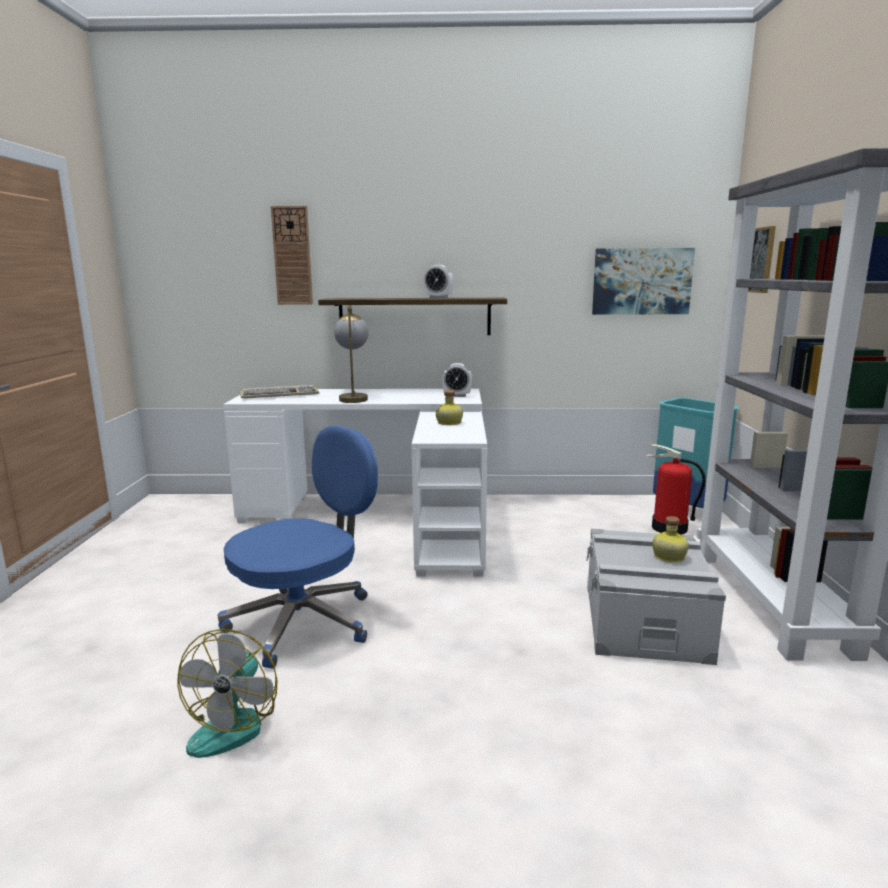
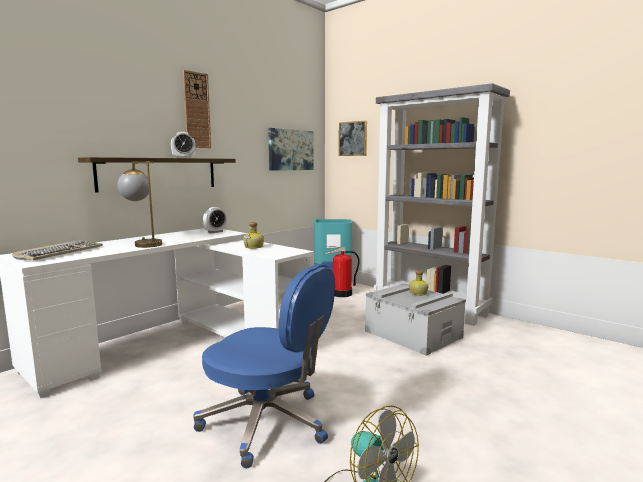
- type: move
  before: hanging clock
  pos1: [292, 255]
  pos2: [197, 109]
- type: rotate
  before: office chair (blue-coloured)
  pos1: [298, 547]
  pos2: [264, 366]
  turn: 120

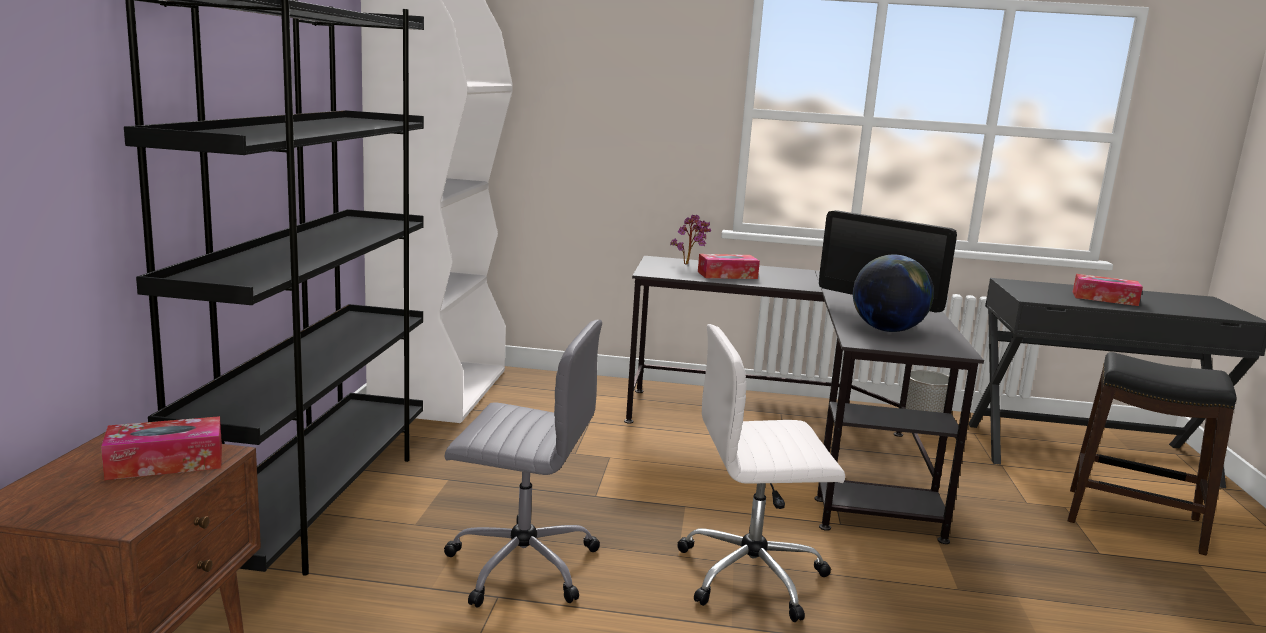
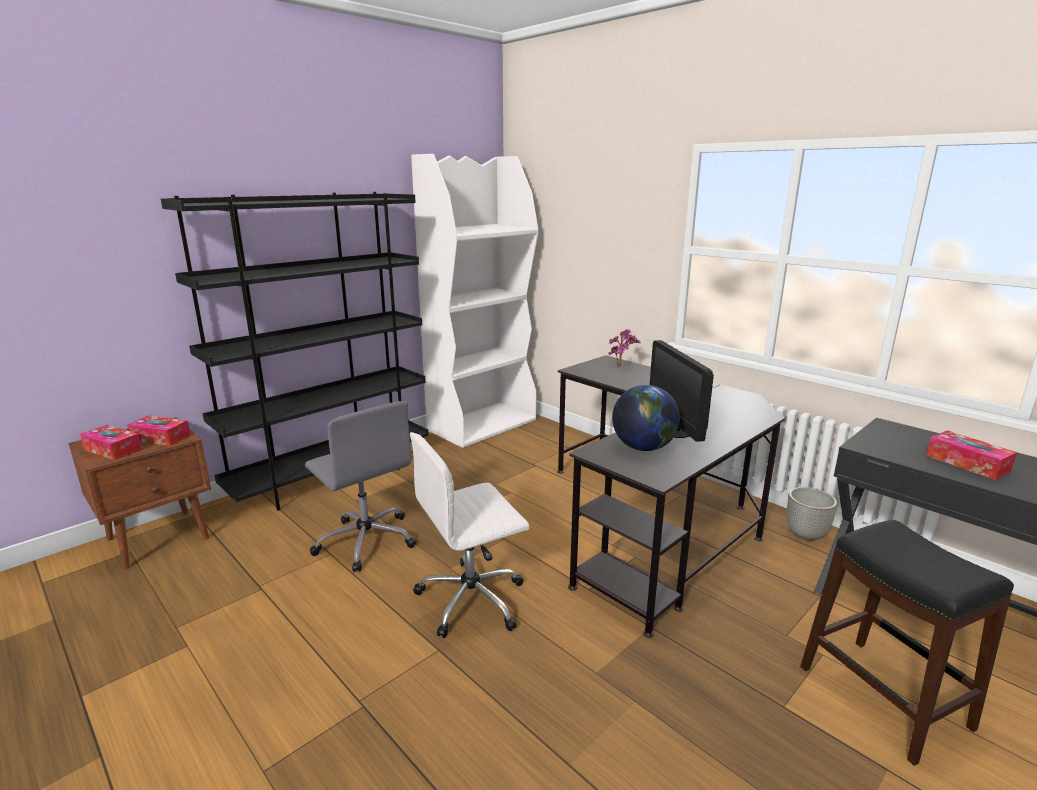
- type: move
  before: tissue box
  pos1: [729, 266]
  pos2: [111, 442]
- type: rotate
  before: office chair (white)
  pos1: [761, 473]
  pos2: [469, 535]
  turn: -60

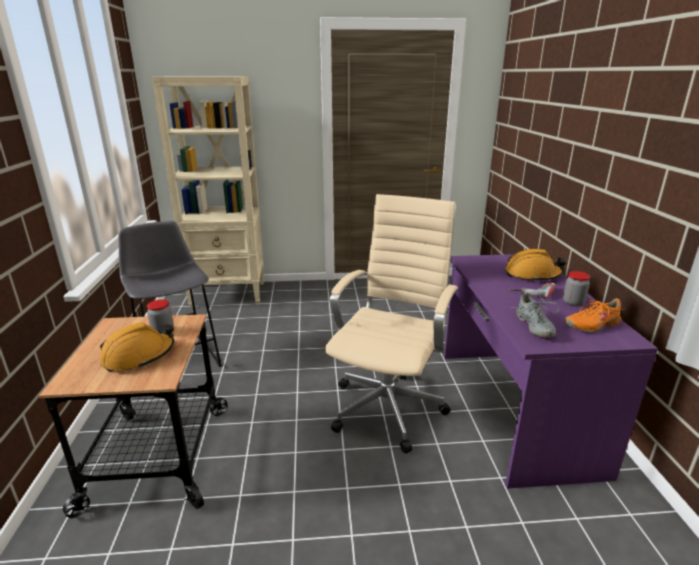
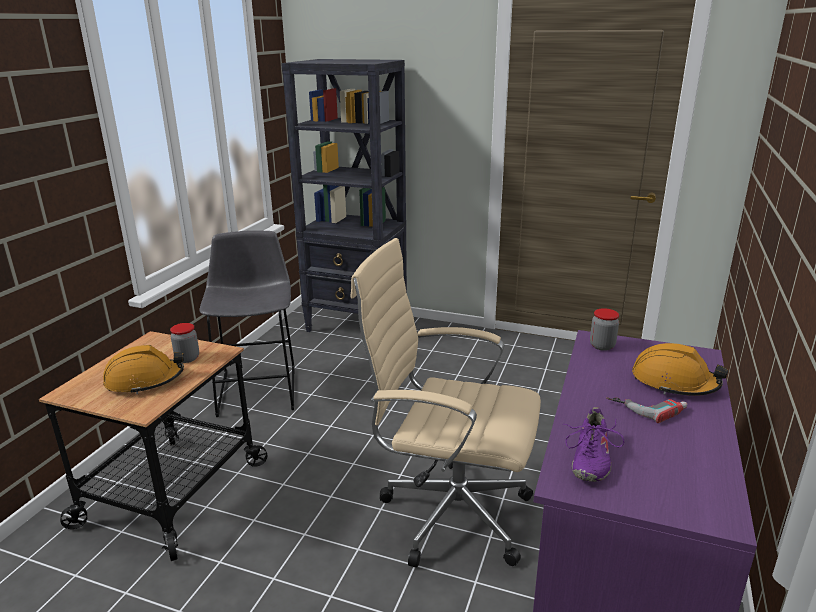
- type: delete
  before: item of footwear (orange-coloured)
  pos1: [596, 315]
- type: move
  before: preserve jar
  pos1: [576, 288]
  pos2: [604, 329]
- type: recolor
  before: shelving unit (sand-coloured)
  after: shelving unit (black)
  pos1: [207, 191]
  pos2: [344, 195]
- type: recolor
  before: item of footwear (greyish)
  after: item of footwear (purple-coloured)
  pos1: [535, 315]
  pos2: [594, 444]
- type: rotate
  before: office chair (sand-coloured)
  pos1: [391, 324]
  pos2: [445, 402]
  turn: -120

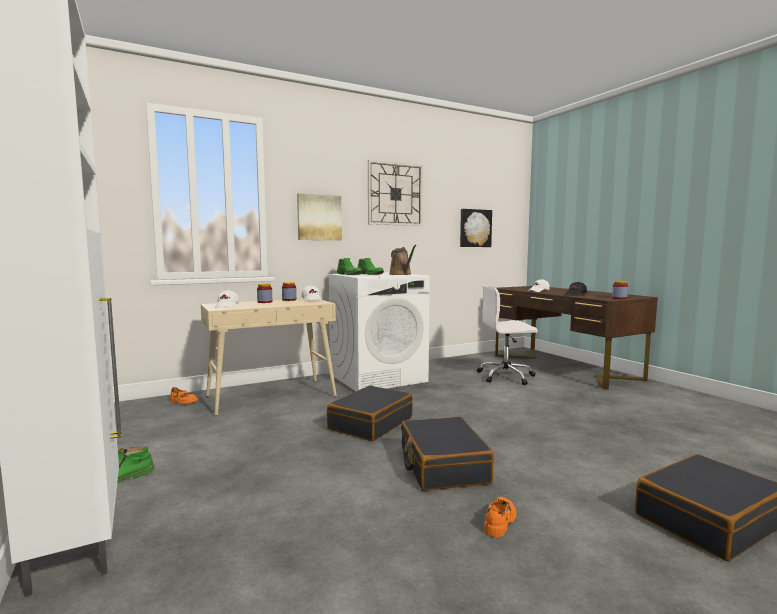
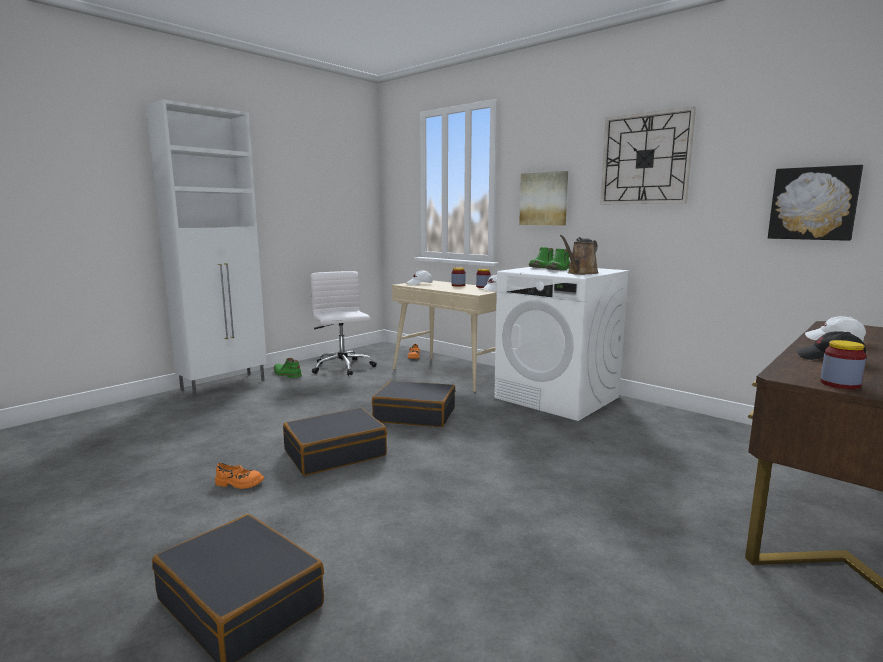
- type: move
  before: office chair (white)
  pos1: [507, 335]
  pos2: [343, 323]

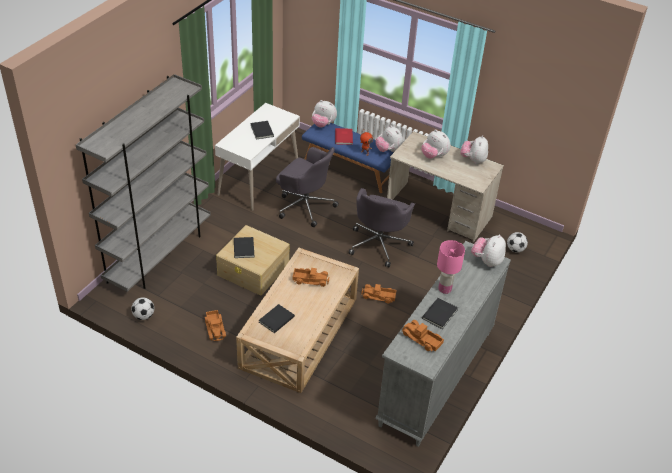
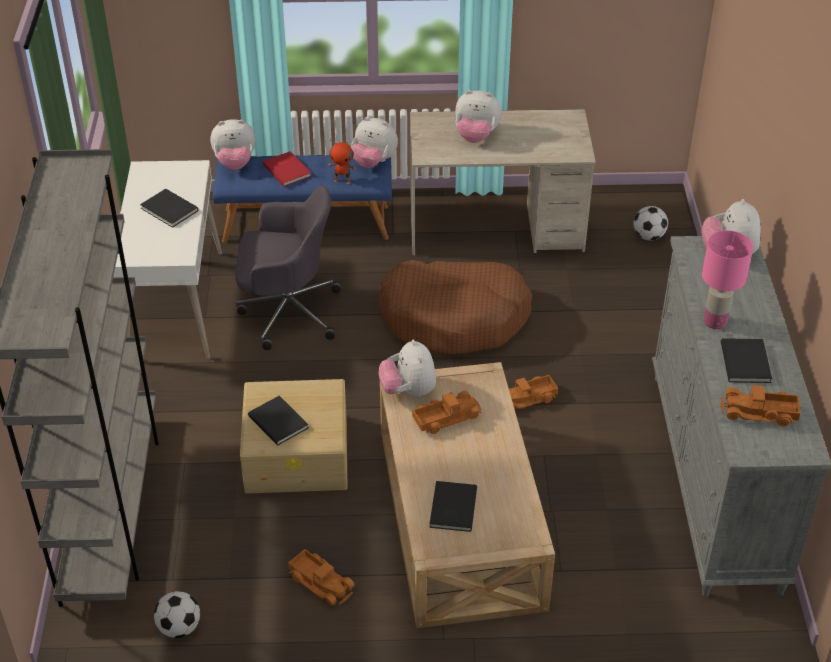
- type: move
  before: plush toy
  pos1: [474, 149]
  pos2: [407, 368]
- type: replace
  before: office chair (greyish)
  after: pet bed (brown)
  pos1: [382, 227]
  pos2: [455, 307]

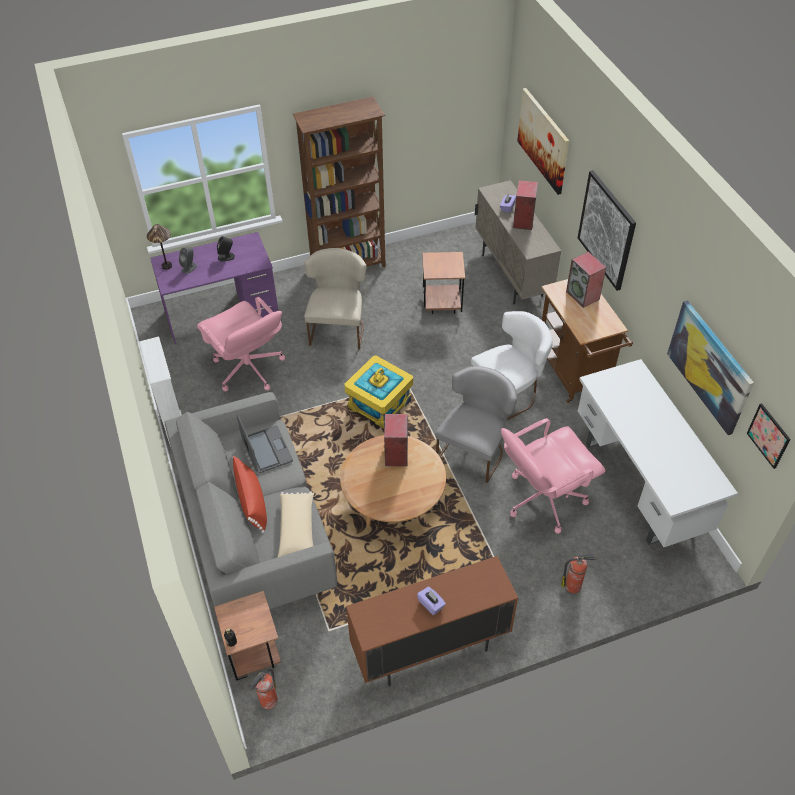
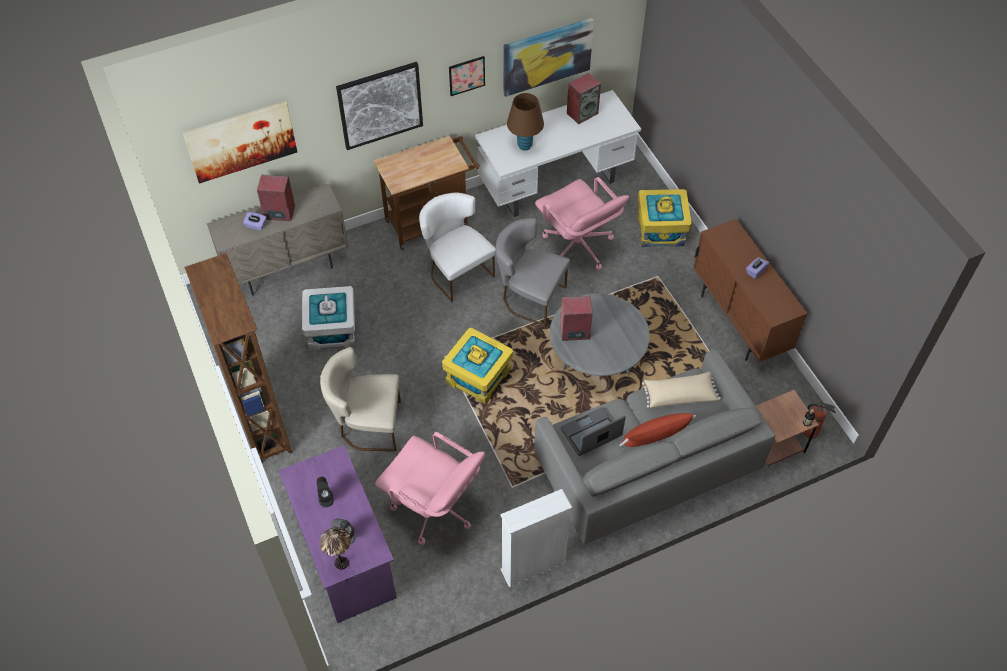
- type: insert
  after: lamp for a table (brown)
  pos2: [525, 122]
- type: move
  before: audio speaker
  pos1: [586, 280]
  pos2: [584, 98]
- type: move
  before: wall picture
  pos1: [768, 436]
  pos2: [467, 76]
- type: replace
  before: accent table (brown)
  after: storage box (white)
  pos1: [443, 283]
  pos2: [329, 318]
- type: replace
  before: fire extinguisher
  after: storage box (yellow)
  pos1: [578, 573]
  pos2: [665, 218]
- type: recolor
  before: lounge table (brown)
  after: lounge table (greyish)
  pos1: [393, 481]
  pos2: [600, 334]
- type: rotate
  before: office chair (pink-coloured)
  pos1: [241, 344]
  pos2: [430, 488]
  turn: 75

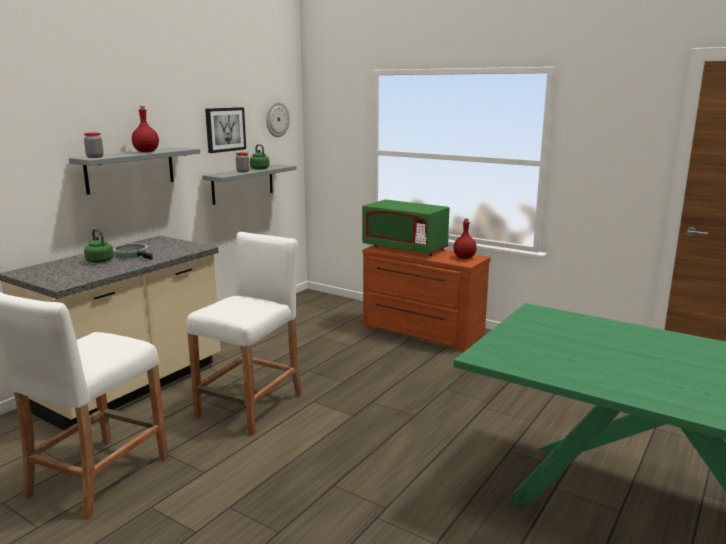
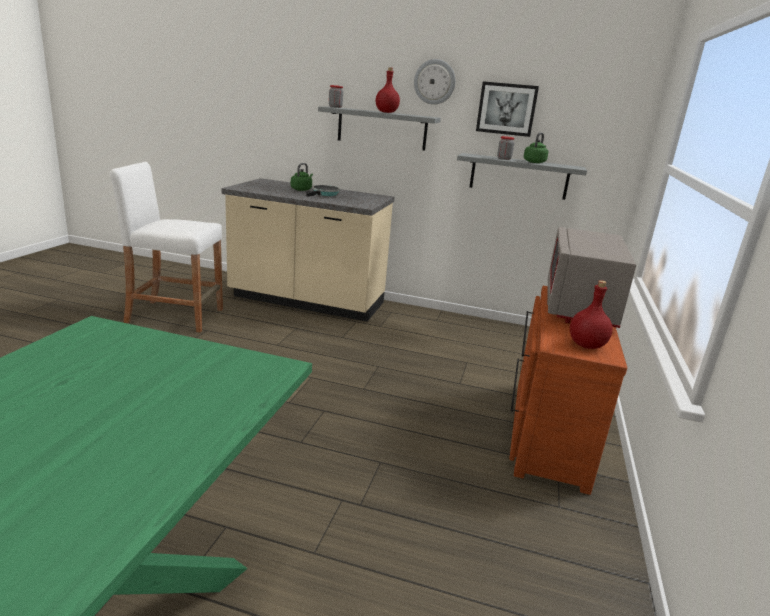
- type: delete
  before: stool (white)
  pos1: [244, 333]
- type: move
  before: hanging clock
  pos1: [278, 119]
  pos2: [434, 82]
- type: recolor
  before: kitchen microwave (green-coloured)
  after: kitchen microwave (greyish)
  pos1: [405, 228]
  pos2: [591, 277]

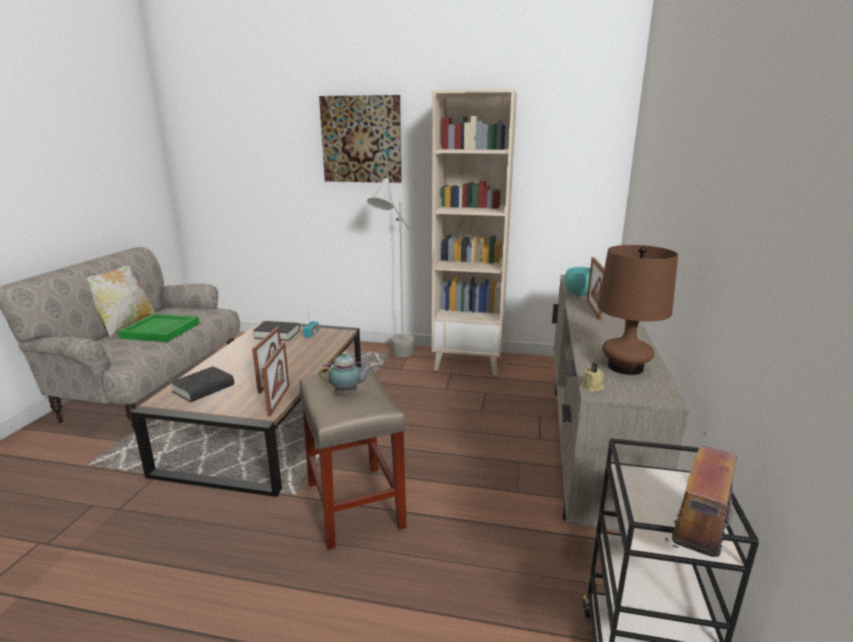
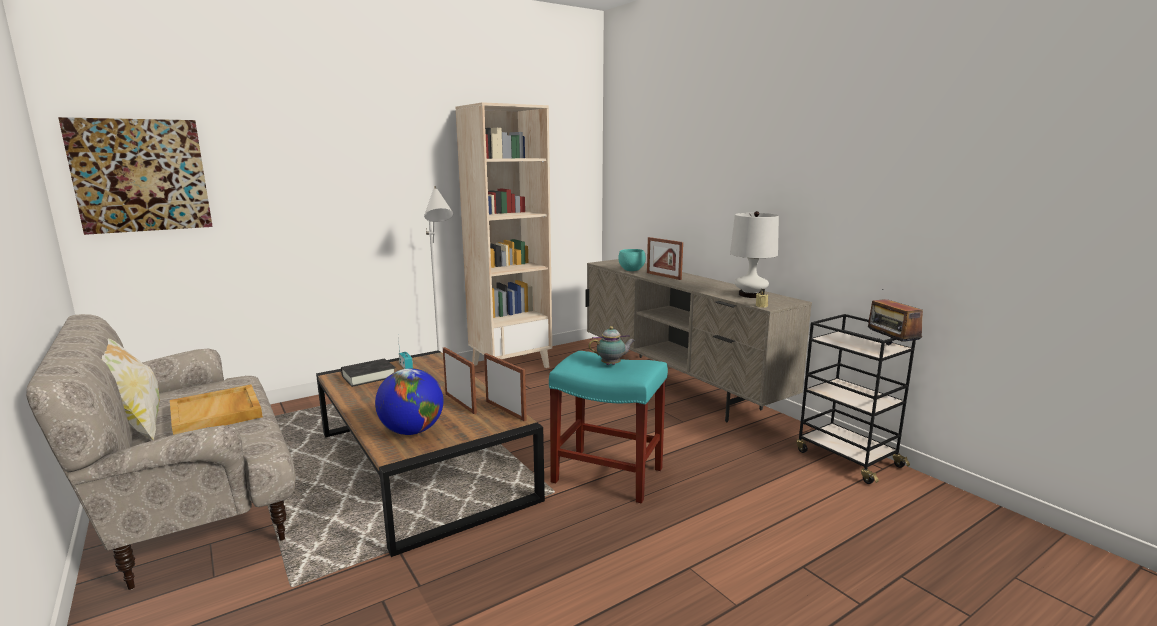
- type: move
  before: wall picture
  pos1: [360, 139]
  pos2: [135, 176]
- type: replace
  before: book (black)
  after: desk globe
  pos1: [202, 384]
  pos2: [409, 401]
- type: recolor
  before: serving tray (green-coloured)
  after: serving tray (sand-coloured)
  pos1: [159, 328]
  pos2: [216, 410]
- type: recolor
  before: stool (sand-coloured)
  after: stool (turquoise-coloured)
  pos1: [353, 458]
  pos2: [608, 427]
- type: recolor
  before: lamp for a table (brown)
  after: lamp for a table (white)
  pos1: [637, 310]
  pos2: [754, 254]
- type: rotate
  before: tea pot
  pos1: [346, 373]
  pos2: [612, 345]
  turn: 45

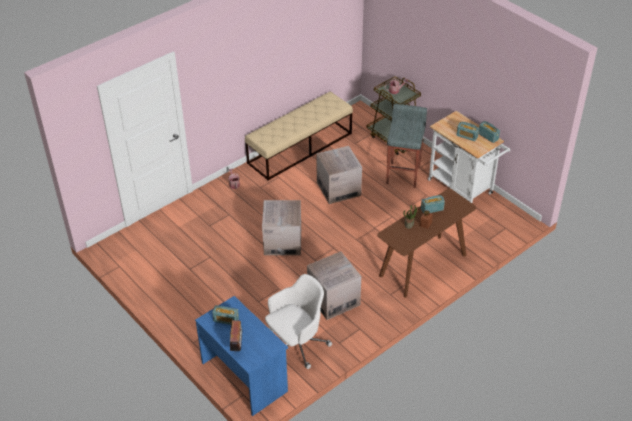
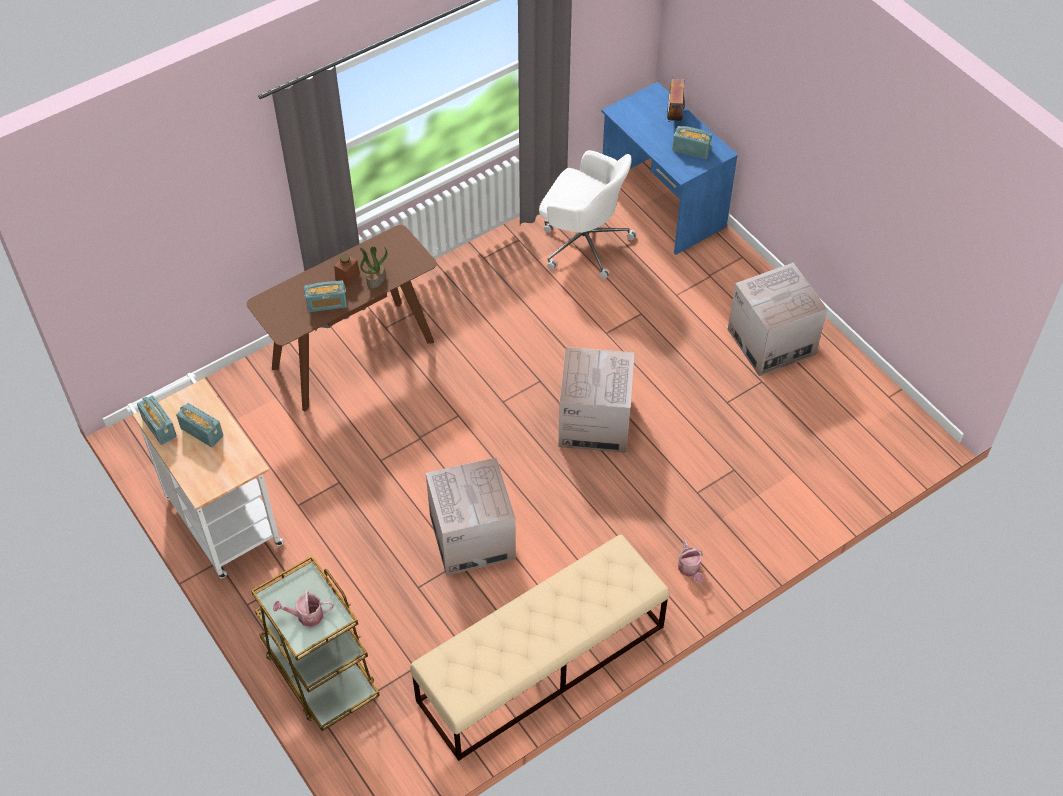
- type: delete
  before: stool (greyish)
  pos1: [406, 146]
- type: move
  before: cardboard box
  pos1: [334, 285]
  pos2: [777, 319]
- type: rotate
  before: office chair (white)
  pos1: [298, 321]
  pos2: [587, 214]
  turn: -120

